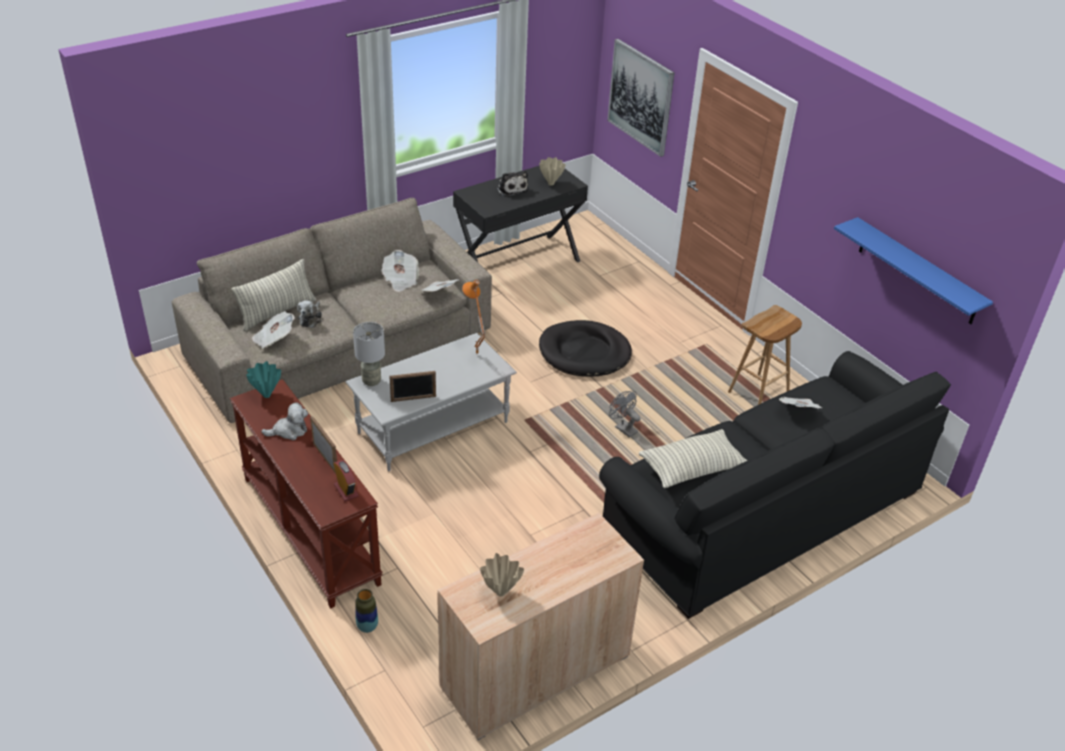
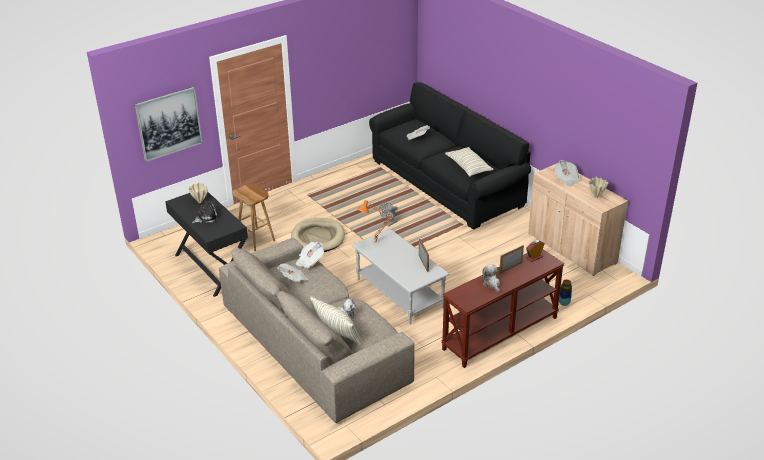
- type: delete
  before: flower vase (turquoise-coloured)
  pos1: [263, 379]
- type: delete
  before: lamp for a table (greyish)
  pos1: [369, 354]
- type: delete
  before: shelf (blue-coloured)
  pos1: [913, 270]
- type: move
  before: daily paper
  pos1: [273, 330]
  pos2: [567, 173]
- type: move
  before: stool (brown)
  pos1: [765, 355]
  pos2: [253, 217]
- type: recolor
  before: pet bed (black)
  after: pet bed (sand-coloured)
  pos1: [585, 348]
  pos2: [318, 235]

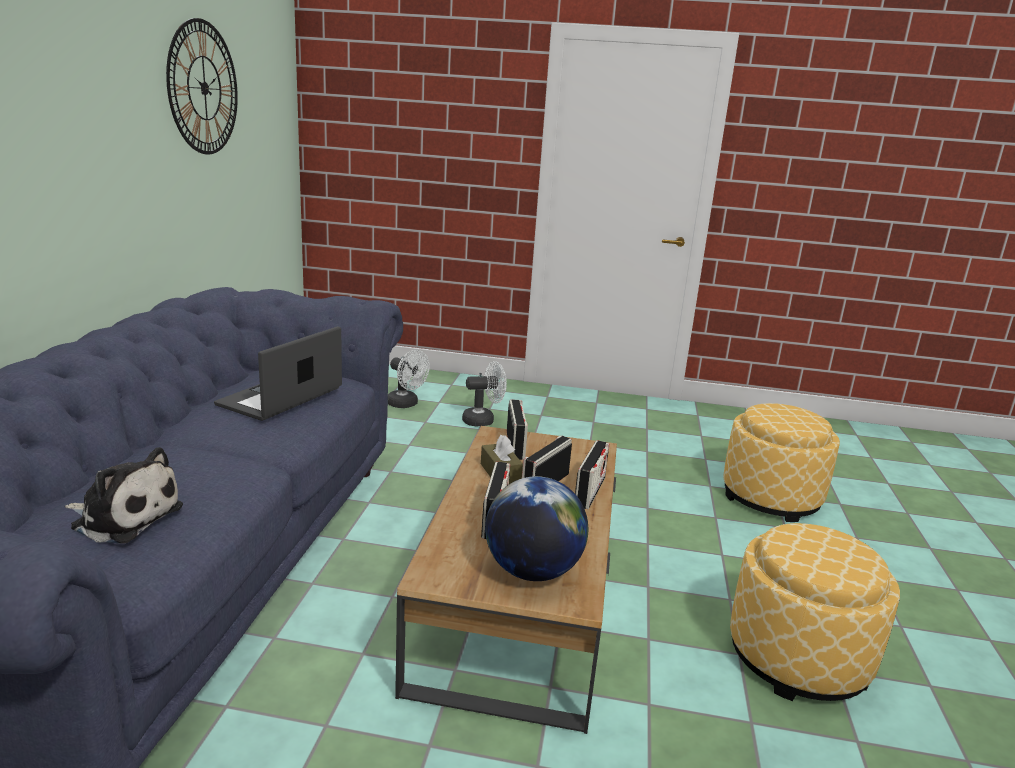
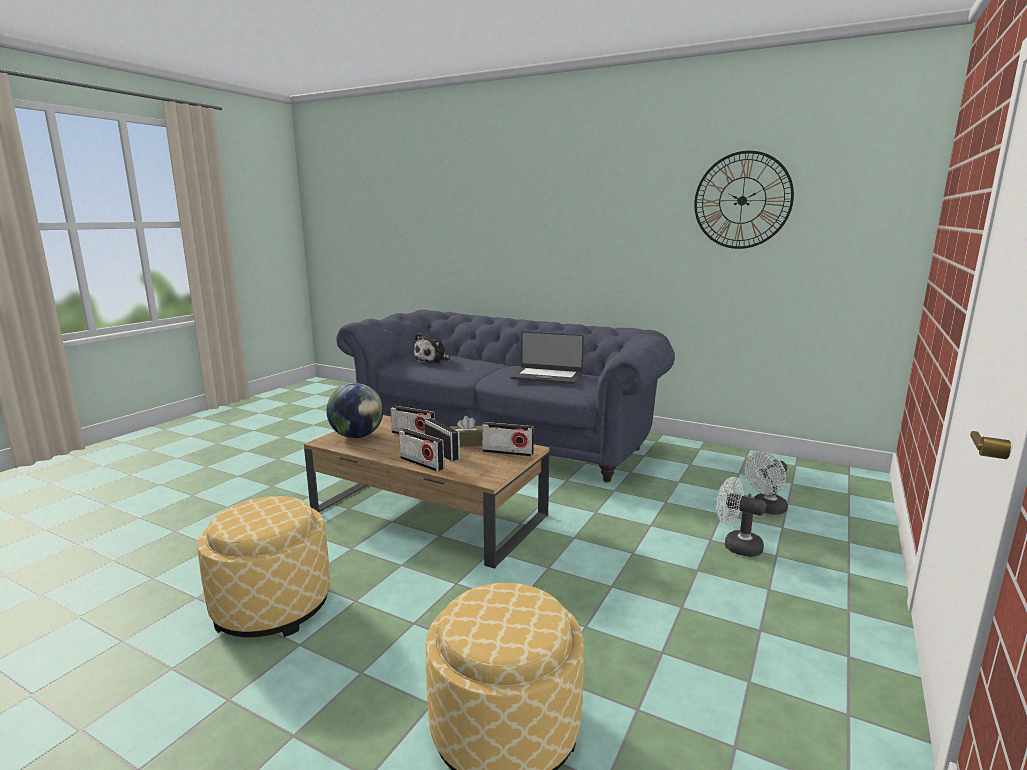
- type: rotate
  before: notebook computer
  pos1: [278, 373]
  pos2: [547, 357]
  turn: 150
- type: rotate
  before: cooling fan (white)
  pos1: [484, 393]
  pos2: [741, 517]
  turn: 120

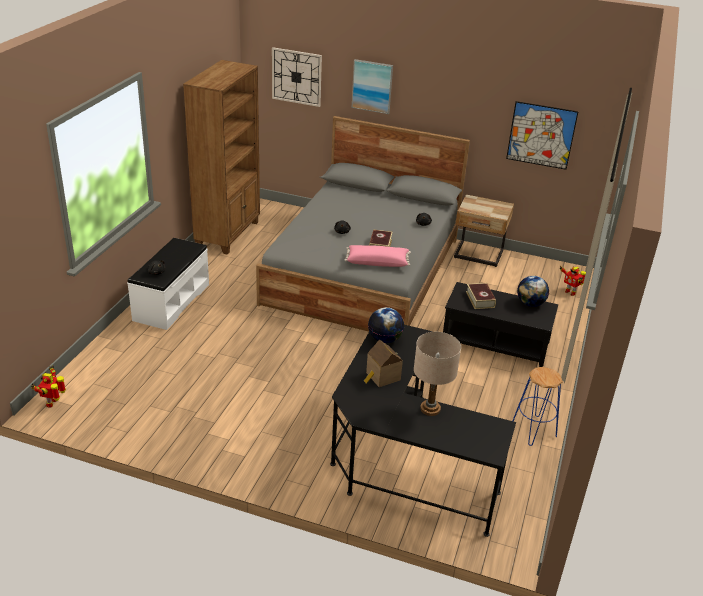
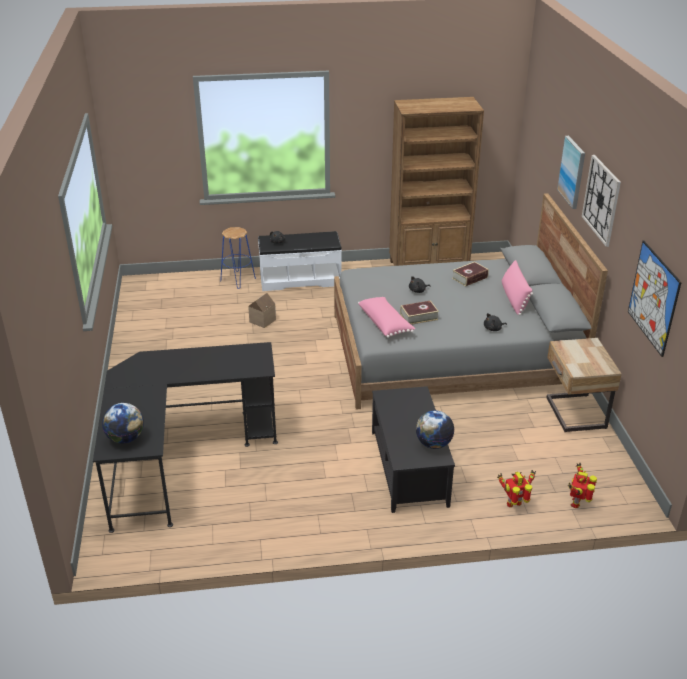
- type: delete
  before: lamp for a table (sand-coloured)
  pos1: [437, 374]
- type: insert
  after: cushion (pink-coloured)
  pos2: [517, 287]
- type: move
  before: toy robot
  pos1: [48, 386]
  pos2: [516, 488]
- type: move
  before: hanging clock
  pos1: [297, 77]
  pos2: [601, 201]
- type: move
  before: model house
  pos1: [383, 363]
  pos2: [262, 310]
- type: move
  before: desk globe
  pos1: [386, 325]
  pos2: [123, 423]
- type: move
  before: book
  pos1: [481, 296]
  pos2: [470, 274]
- type: move
  before: stool (blue-coloured)
  pos1: [537, 406]
  pos2: [238, 258]

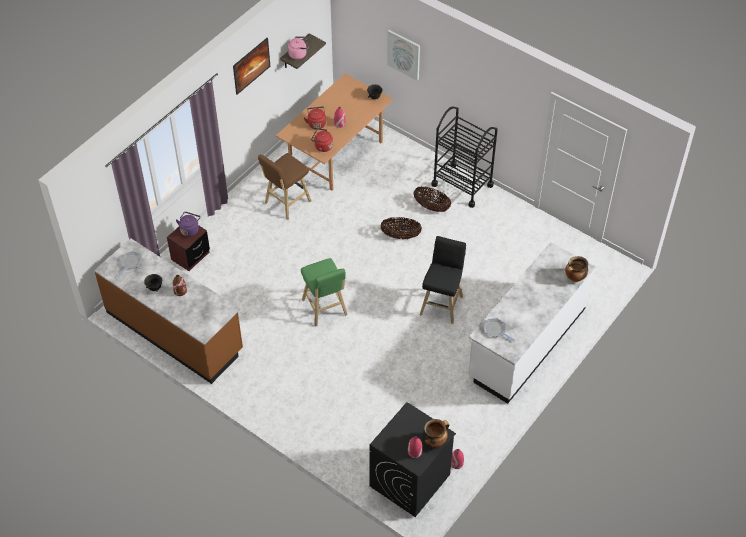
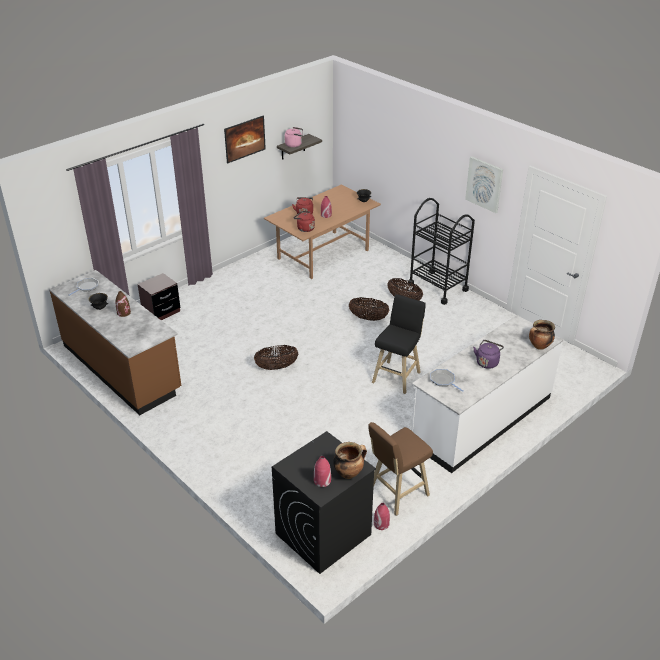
- type: move
  before: kettle (purple-coloured)
  pos1: [188, 224]
  pos2: [488, 354]
- type: move
  before: stool (brown)
  pos1: [285, 186]
  pos2: [400, 469]
- type: move
  before: wall picture
  pos1: [403, 55]
  pos2: [484, 184]
- type: replace
  before: stool (green-coloured)
  after: storage basket
  pos1: [324, 292]
  pos2: [276, 357]

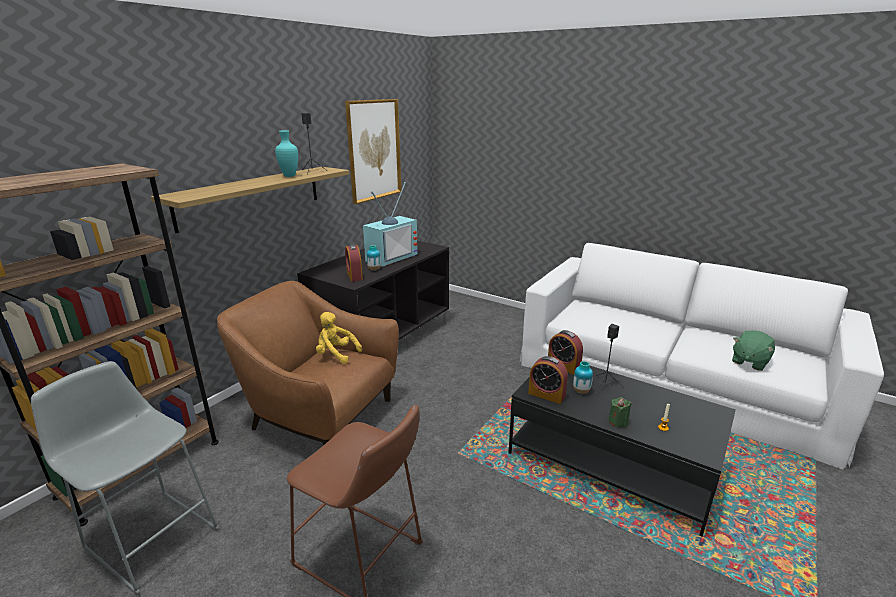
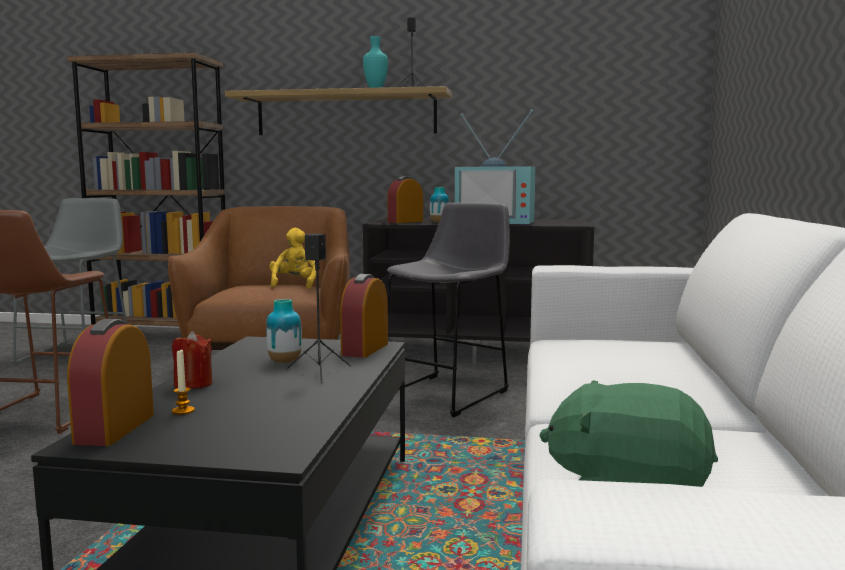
- type: delete
  before: wall picture
  pos1: [373, 151]
- type: insert
  after: stool (greyish)
  pos2: [448, 310]
- type: move
  before: bedside clock
  pos1: [548, 380]
  pos2: [110, 382]
- type: recolor
  before: wax candle (green-coloured)
  after: wax candle (red)
  pos1: [620, 412]
  pos2: [192, 360]

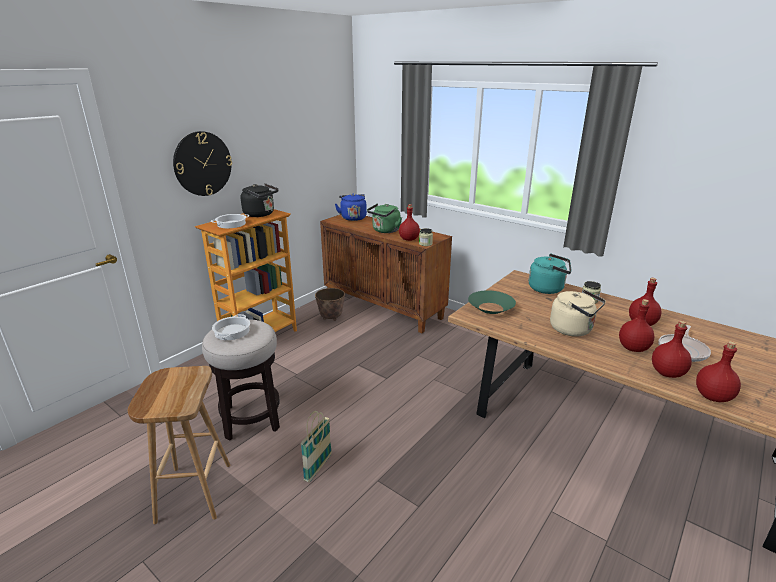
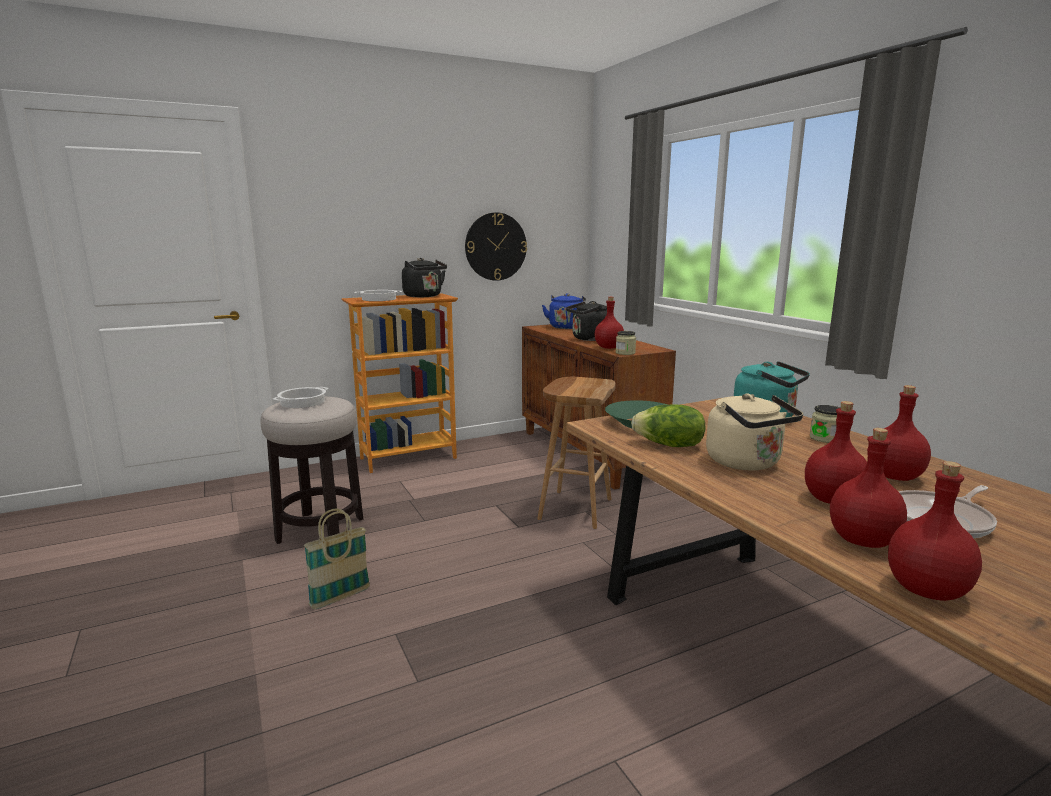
- type: delete
  before: planter
  pos1: [330, 304]
- type: insert
  after: lettuce
  pos2: [668, 426]
- type: move
  before: stool (brown)
  pos1: [179, 445]
  pos2: [576, 453]
- type: move
  before: hanging clock
  pos1: [202, 163]
  pos2: [496, 246]
- type: recolor
  before: kettle (green-coloured)
  after: kettle (black)
  pos1: [384, 218]
  pos2: [586, 321]

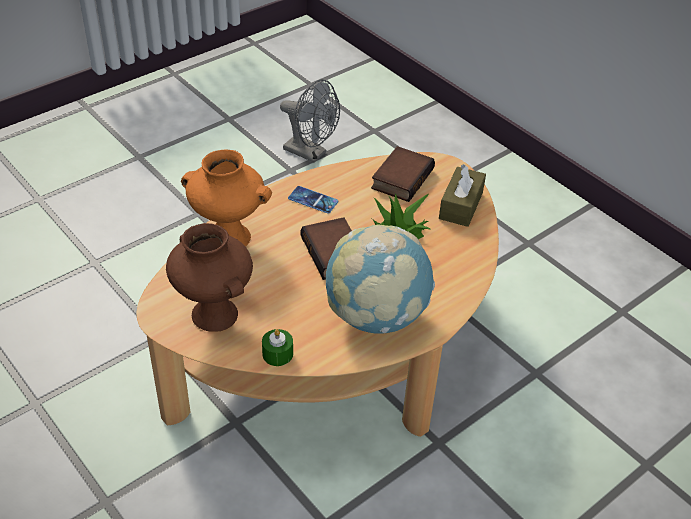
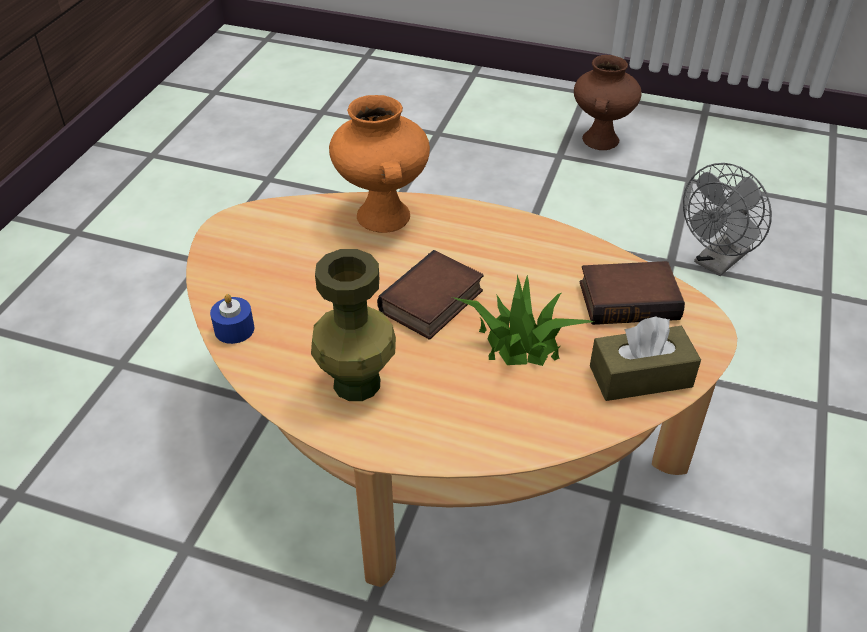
- type: delete
  before: handset
  pos1: [313, 200]
- type: move
  before: flower vase (brown)
  pos1: [209, 277]
  pos2: [608, 102]
- type: replace
  before: desk globe
  after: flower vase (green-coloured)
  pos1: [380, 278]
  pos2: [353, 325]
- type: recolor
  before: wax candle (green-coloured)
  after: wax candle (blue-coloured)
  pos1: [277, 347]
  pos2: [232, 319]
- type: rotate
  before: cooling fan (greyish)
  pos1: [310, 121]
  pos2: [727, 219]
  turn: 45

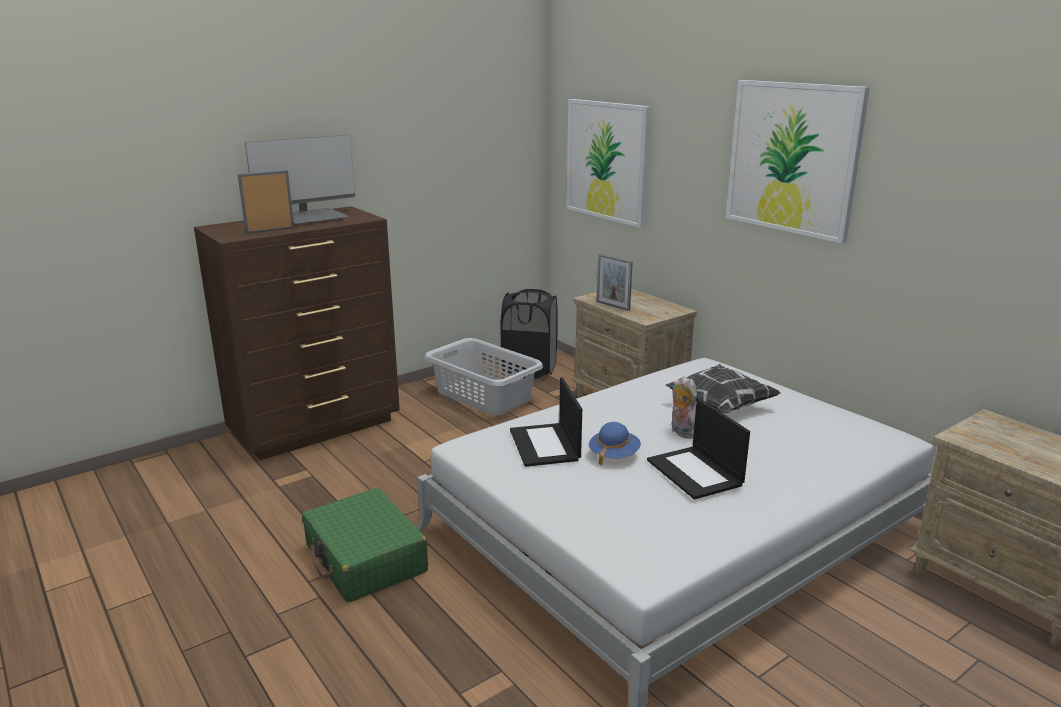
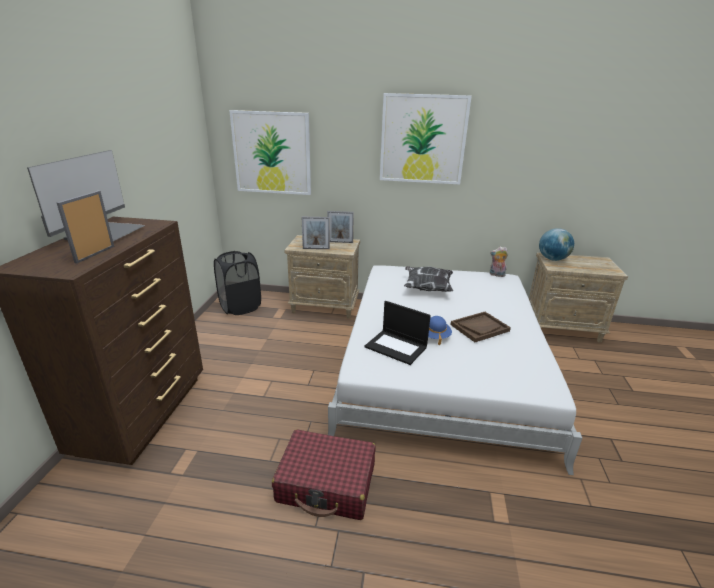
- type: delete
  before: hamper (greyish)
  pos1: [484, 376]
- type: insert
  after: standing frame
  pos2: [340, 227]
- type: insert
  after: desk globe
  pos2: [556, 244]
- type: move
  before: plush toy
  pos1: [684, 407]
  pos2: [499, 261]
- type: replace
  before: notebook computer
  after: serving tray (brown)
  pos1: [698, 448]
  pos2: [480, 327]
- type: recolor
  before: piece of luggage (green-coloured)
  after: piece of luggage (red)
  pos1: [365, 545]
  pos2: [324, 474]

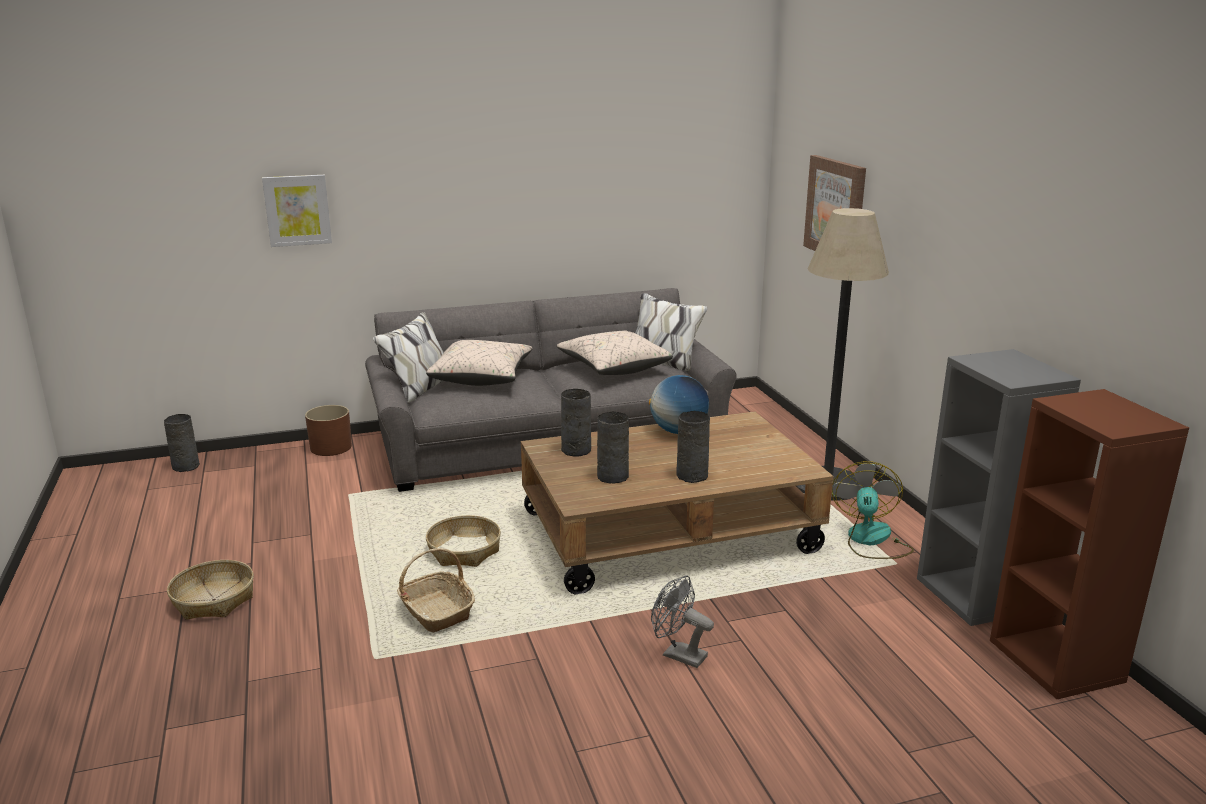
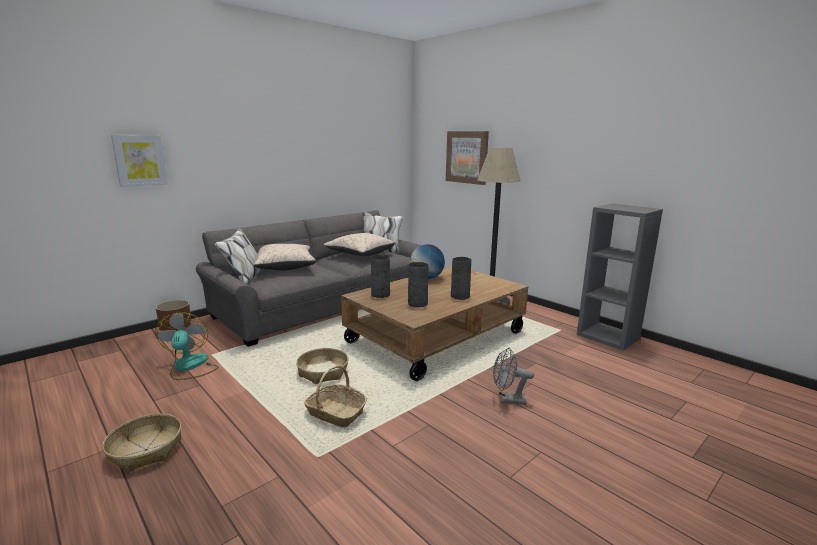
- type: delete
  before: flower vase (greyish)
  pos1: [182, 443]
- type: delete
  before: shelving unit (brown)
  pos1: [1089, 544]
- type: move
  before: cooling fan
  pos1: [873, 510]
  pos2: [186, 346]

